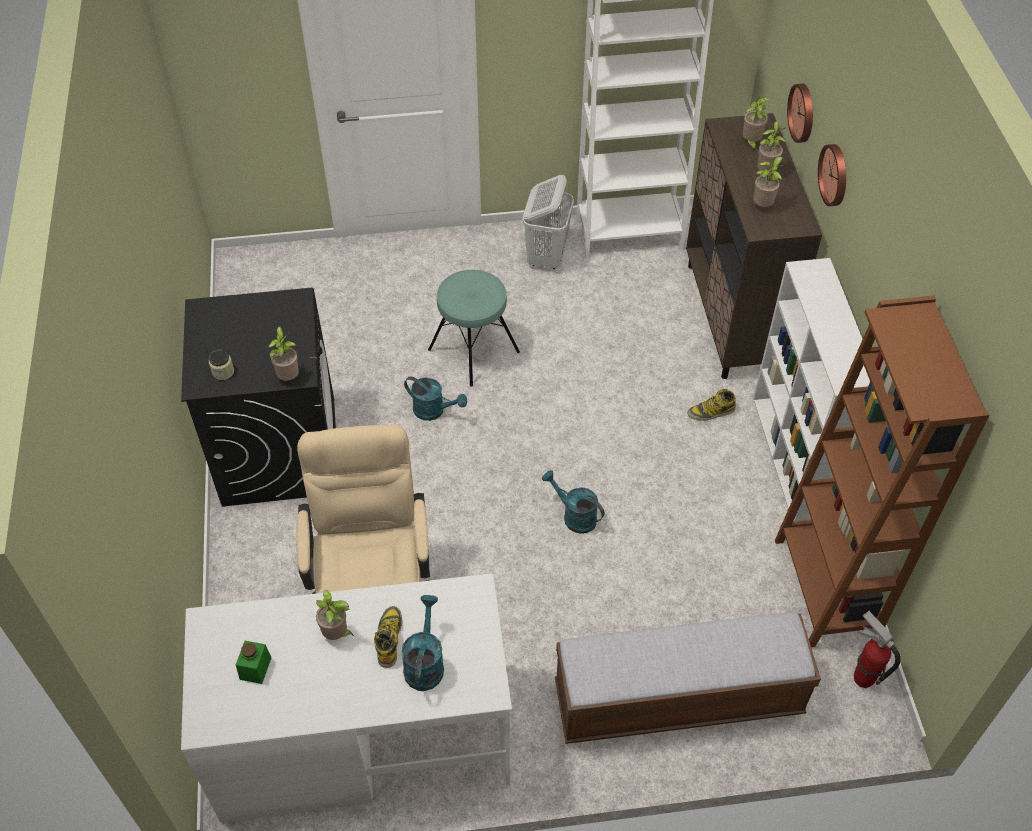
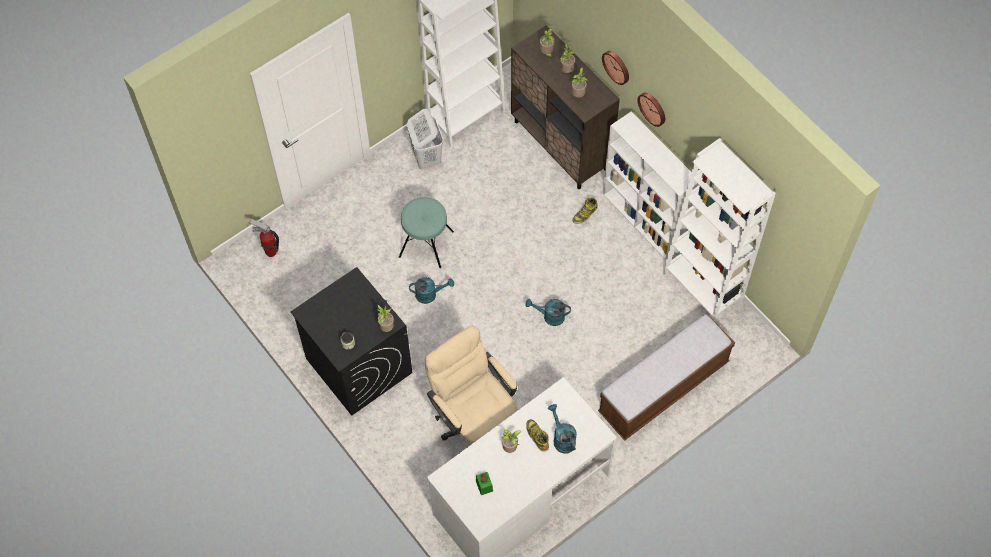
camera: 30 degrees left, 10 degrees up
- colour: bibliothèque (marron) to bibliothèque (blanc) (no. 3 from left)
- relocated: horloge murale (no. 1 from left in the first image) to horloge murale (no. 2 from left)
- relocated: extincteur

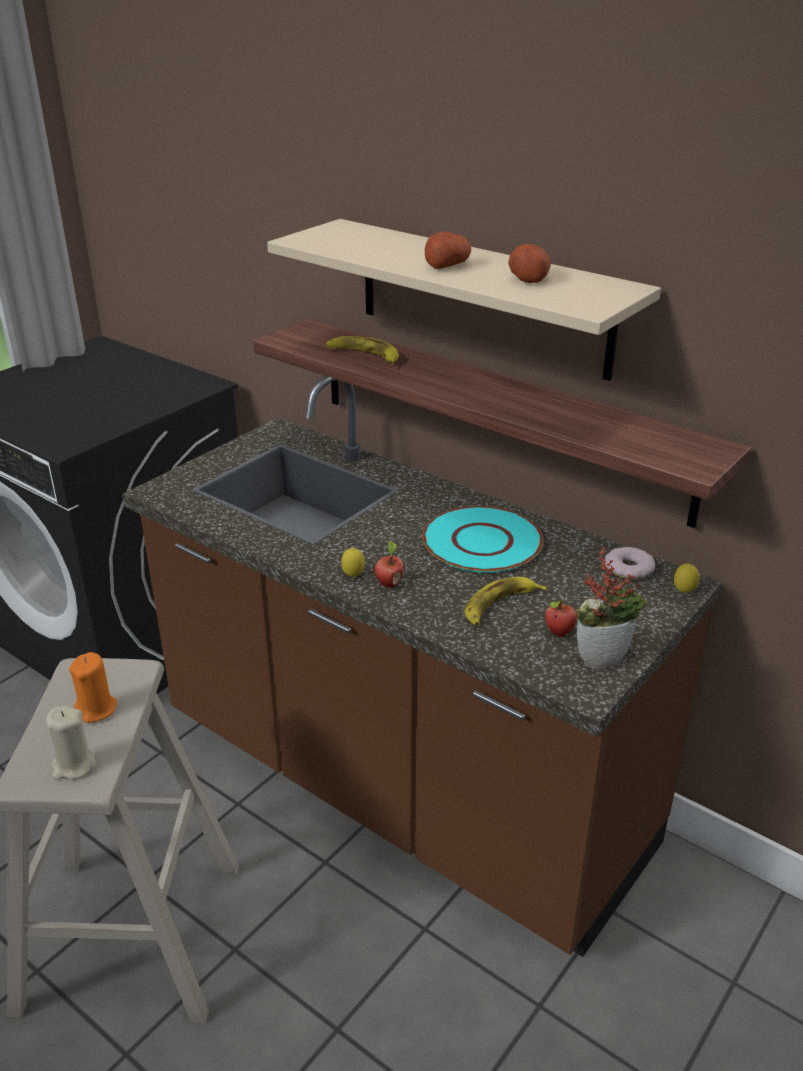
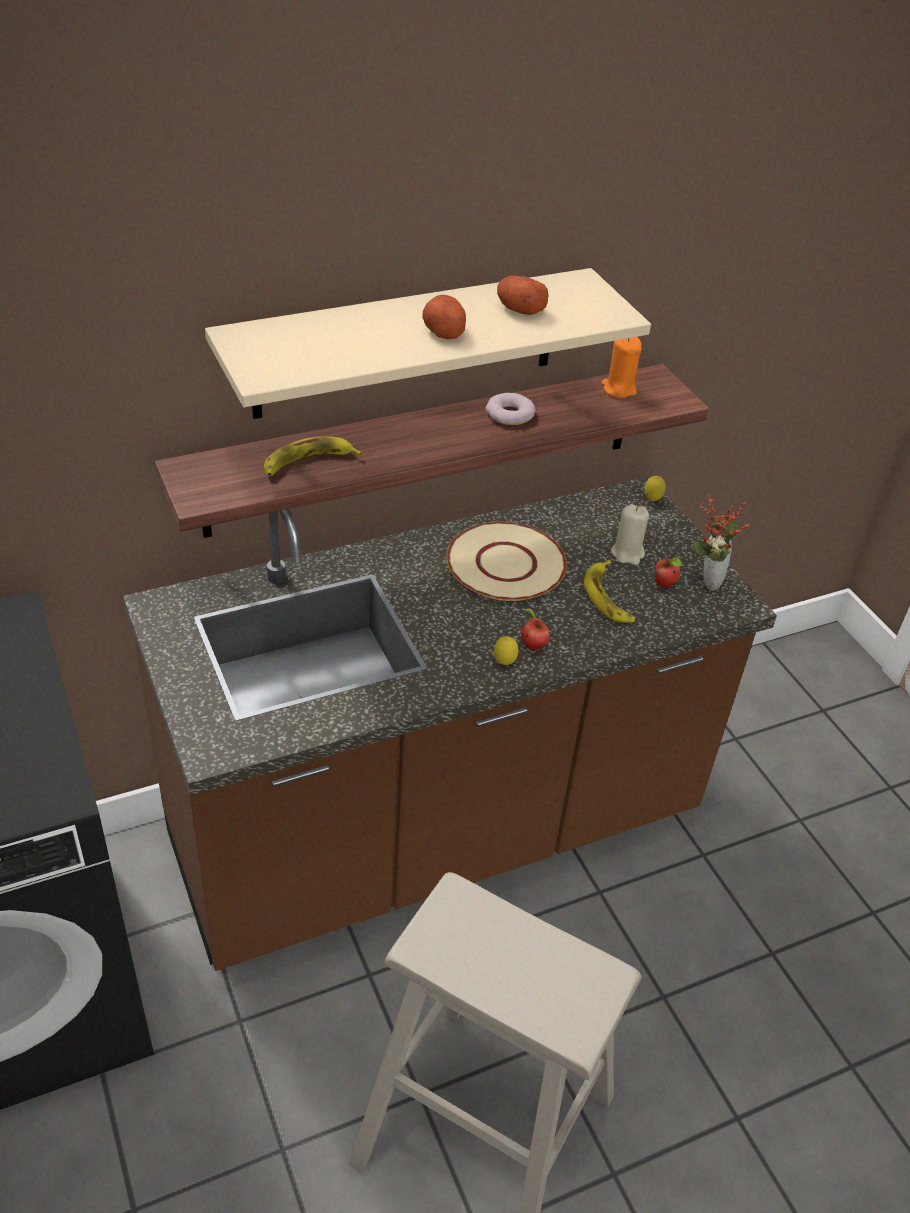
camera: 65 degrees left, 10 degrees up
- relocated: bougie (beige)
- relocated: bougie (orange)
- colour: assiette (turquoise) to assiette (beige)
- relocated: beignet

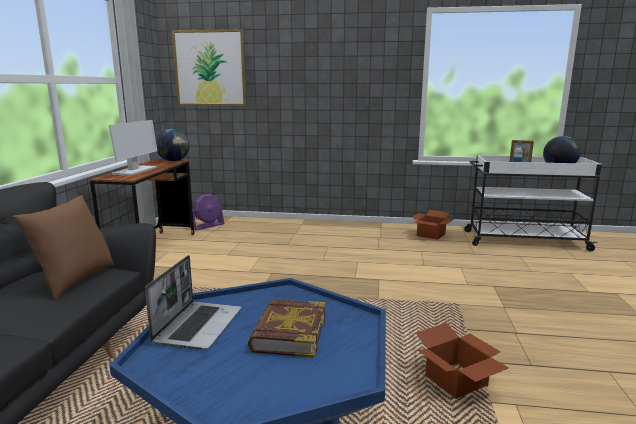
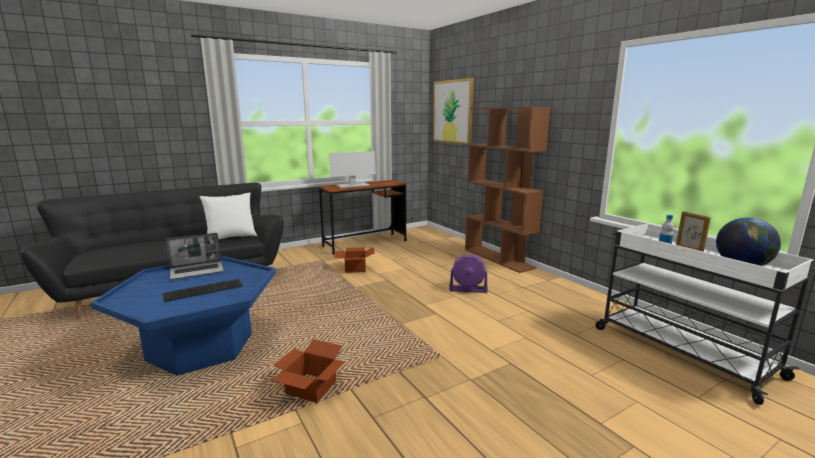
camera: 50 degrees right, 0 degrees up
- colour: coussin (marron) to coussin (blanc)
- missing: globe (no. 1 from left)
- relocated: ventilateur (violet)
- exchanged: livre to clavier
- relocated: carton (no. 1 from left in the first image) to carton (no. 2 from left)
- appeared: bibliothèque (marron)

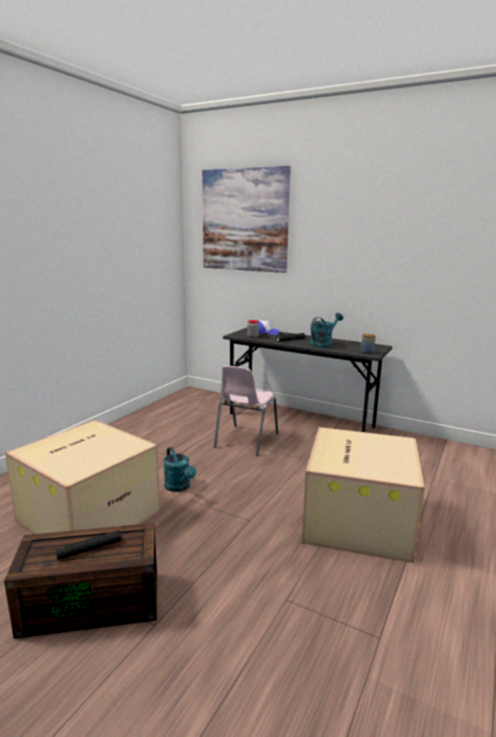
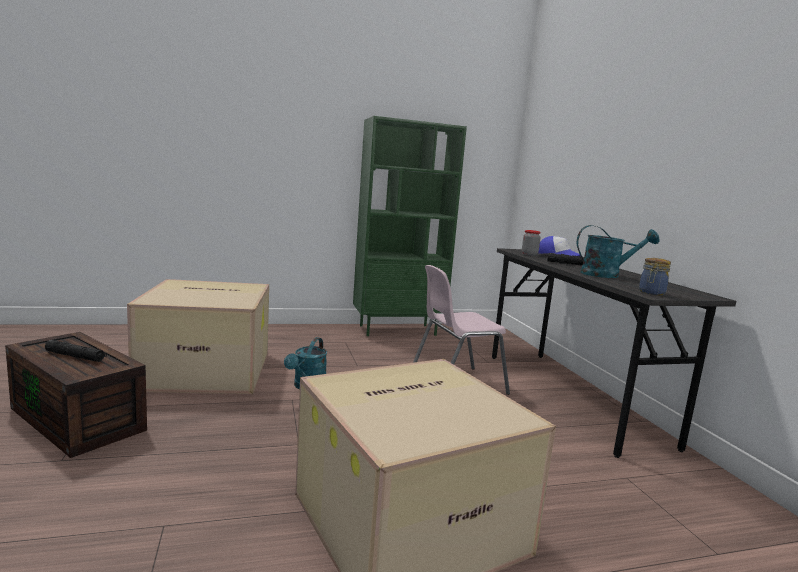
camera: 45 degrees right, 5 degrees down
- missing: tableau
- appeared: bibliothèque (vert)

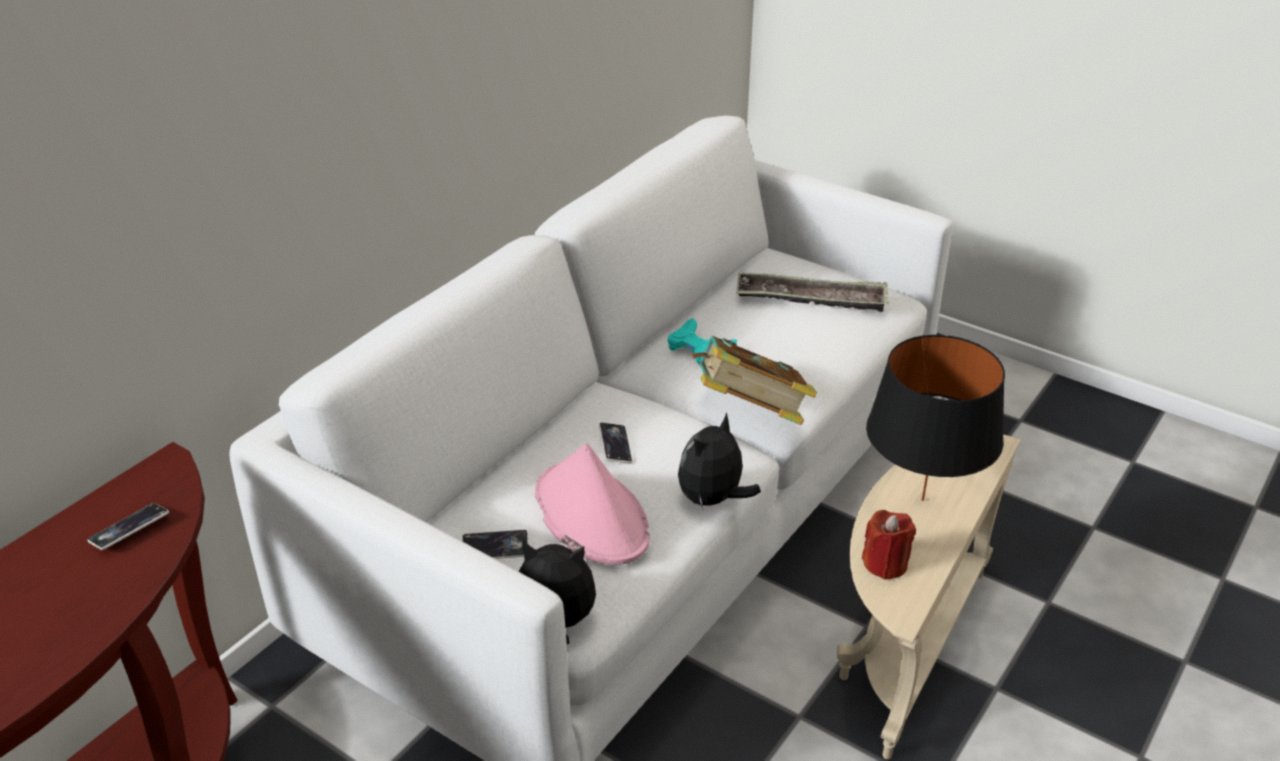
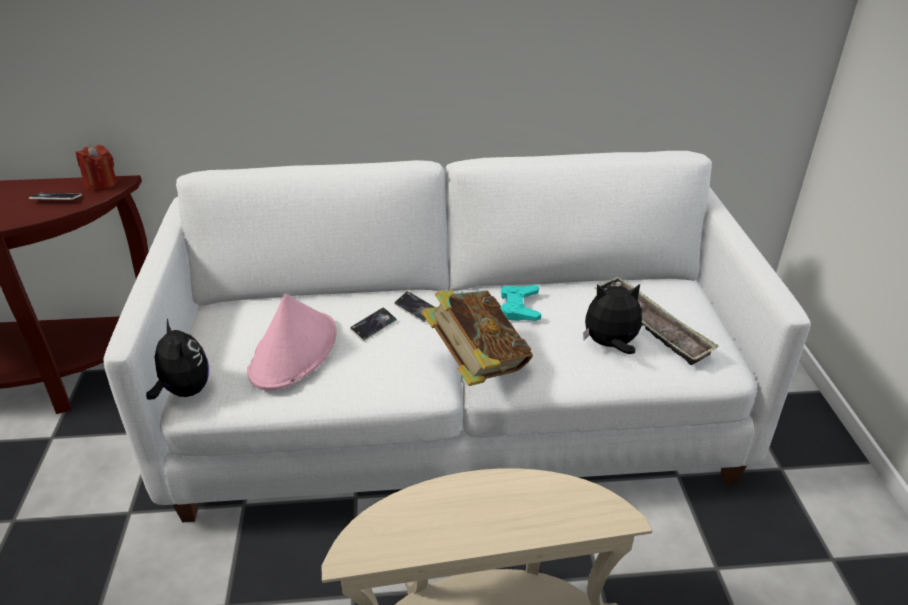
camera: 50 degrees right, 0 degrees up
- relocated: téléphone (no. 2 from left in the first image) to téléphone (no. 3 from left)
- relocated: peluche (no. 2 from left)
- relocated: bougie (rouge)
- missing: lampe de table (noir)

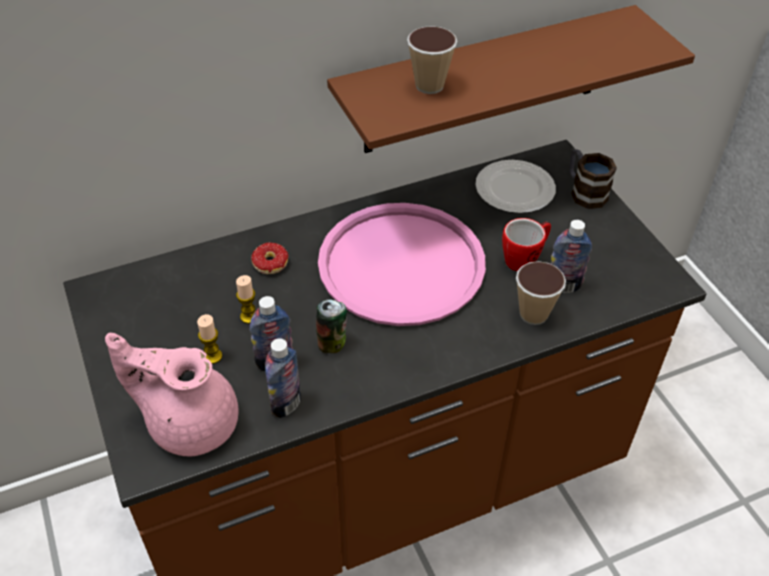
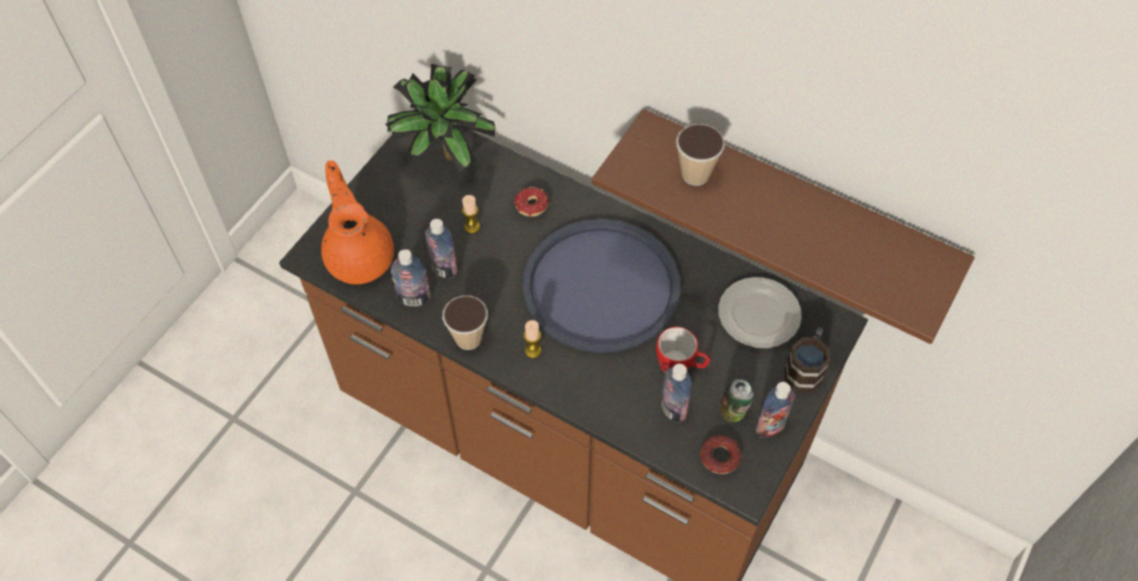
camera: 55 degrees right, 10 degrees up
- colour: théière (rose) to théière (orange)
- relocated: bougie (no. 1 from left in the first image) to bougie (no. 2 from left)
- relocated: boîte métallique
- colour: plateau (rose) to plateau (bleu)
- relocated: tasse (no. 2 from left in the first image) to tasse (no. 1 from left)
- appeared: plante en pot
- appeared: beignet (no. 2 from left)
- appeared: bouteille (no. 4 from left)

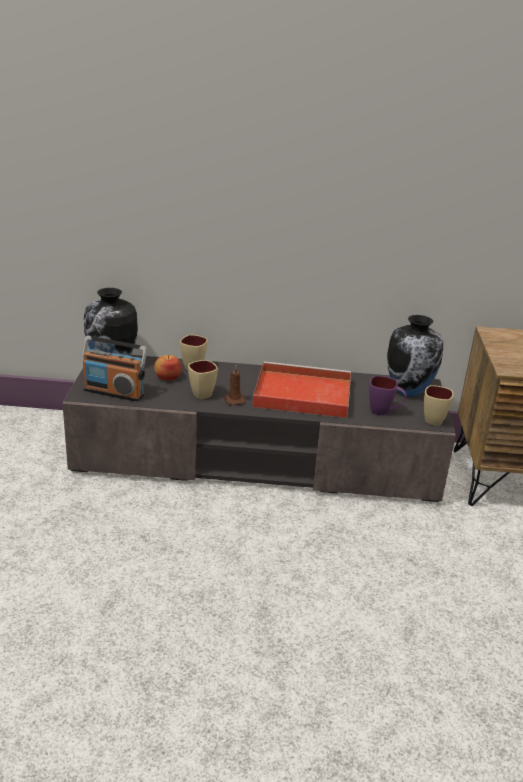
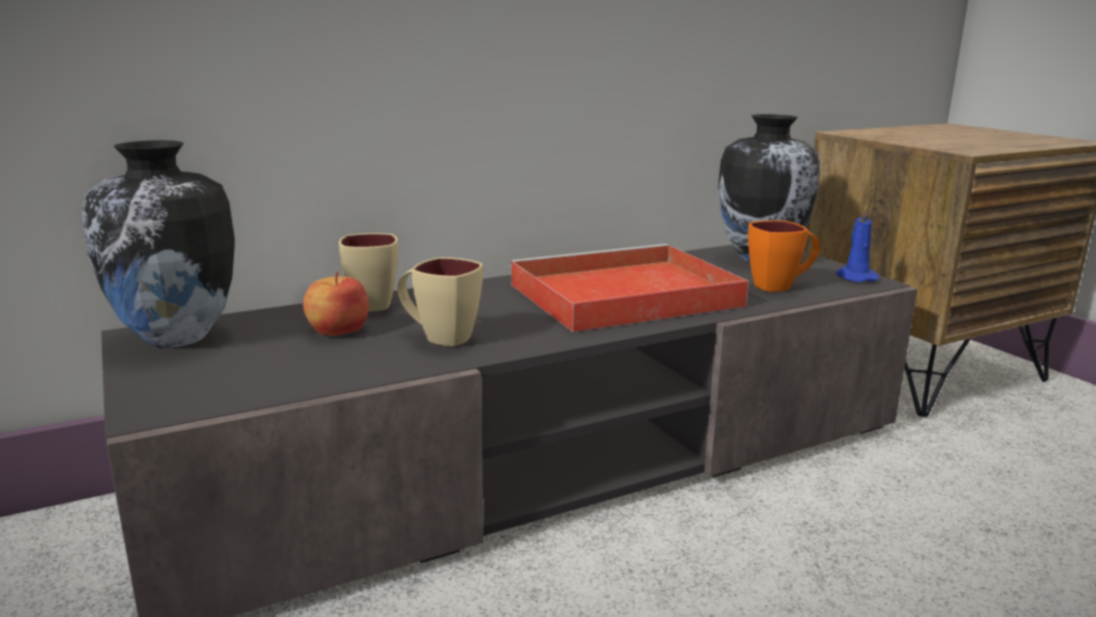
camera: 30 degrees left, 10 degrees down
- missing: radio
- missing: bougie (marron)
- colour: mug (violet) to mug (orange)
- exchanged: mug (beige) (no. 3 from left) to bougie (bleu)

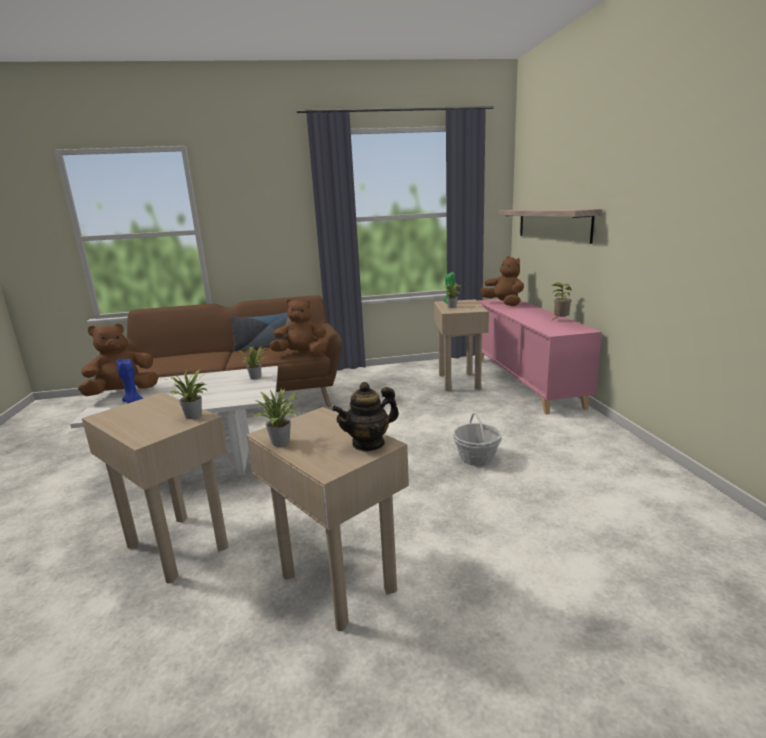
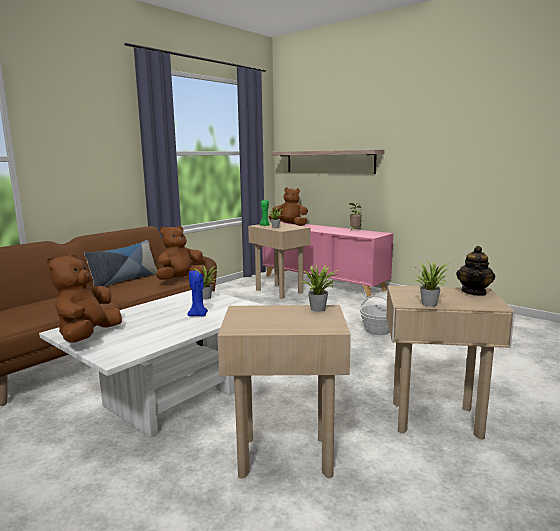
camera: 40 degrees left, 5 degrees down
- relocated: bougie (bleu)

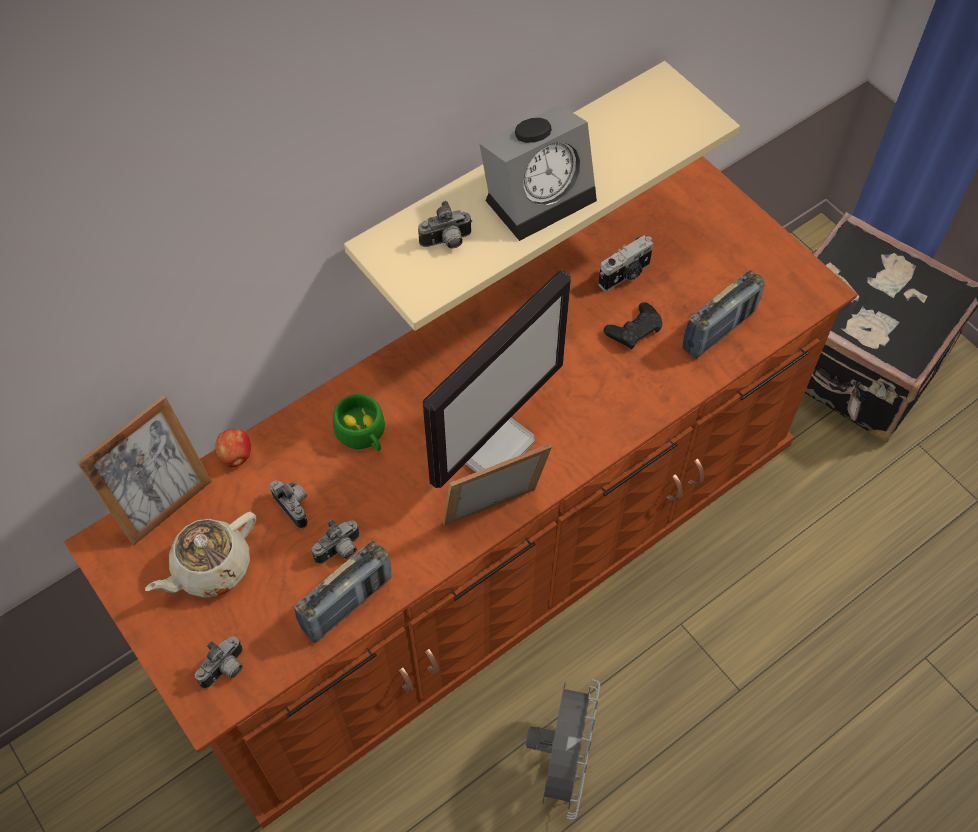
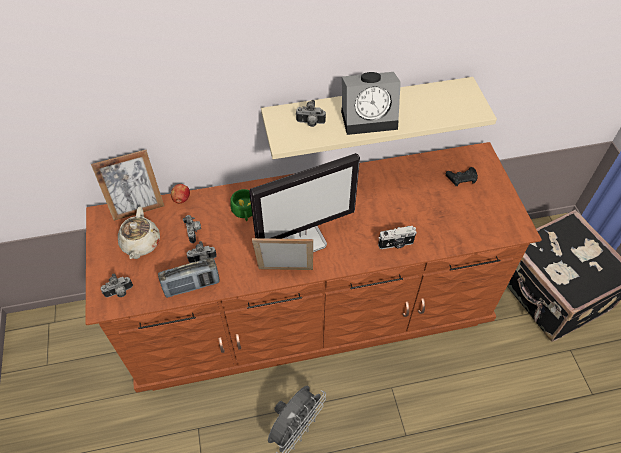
camera: 25 degrees right, 5 degrees down
- spun: théière (beige) 75 degrees counterclockwise
- relocated: appareil photo (no. 5 from left)
- relocated: manette (noir)
- missing: radio (no. 2 from left)

